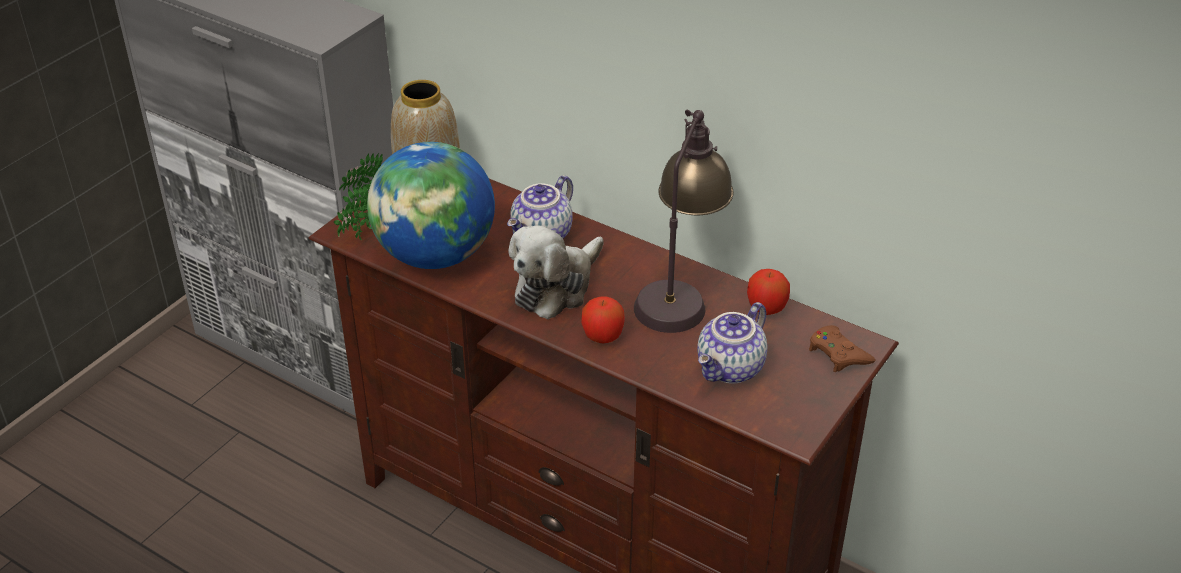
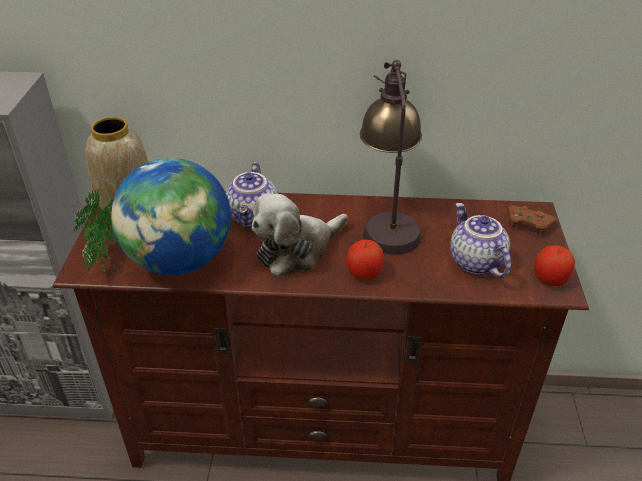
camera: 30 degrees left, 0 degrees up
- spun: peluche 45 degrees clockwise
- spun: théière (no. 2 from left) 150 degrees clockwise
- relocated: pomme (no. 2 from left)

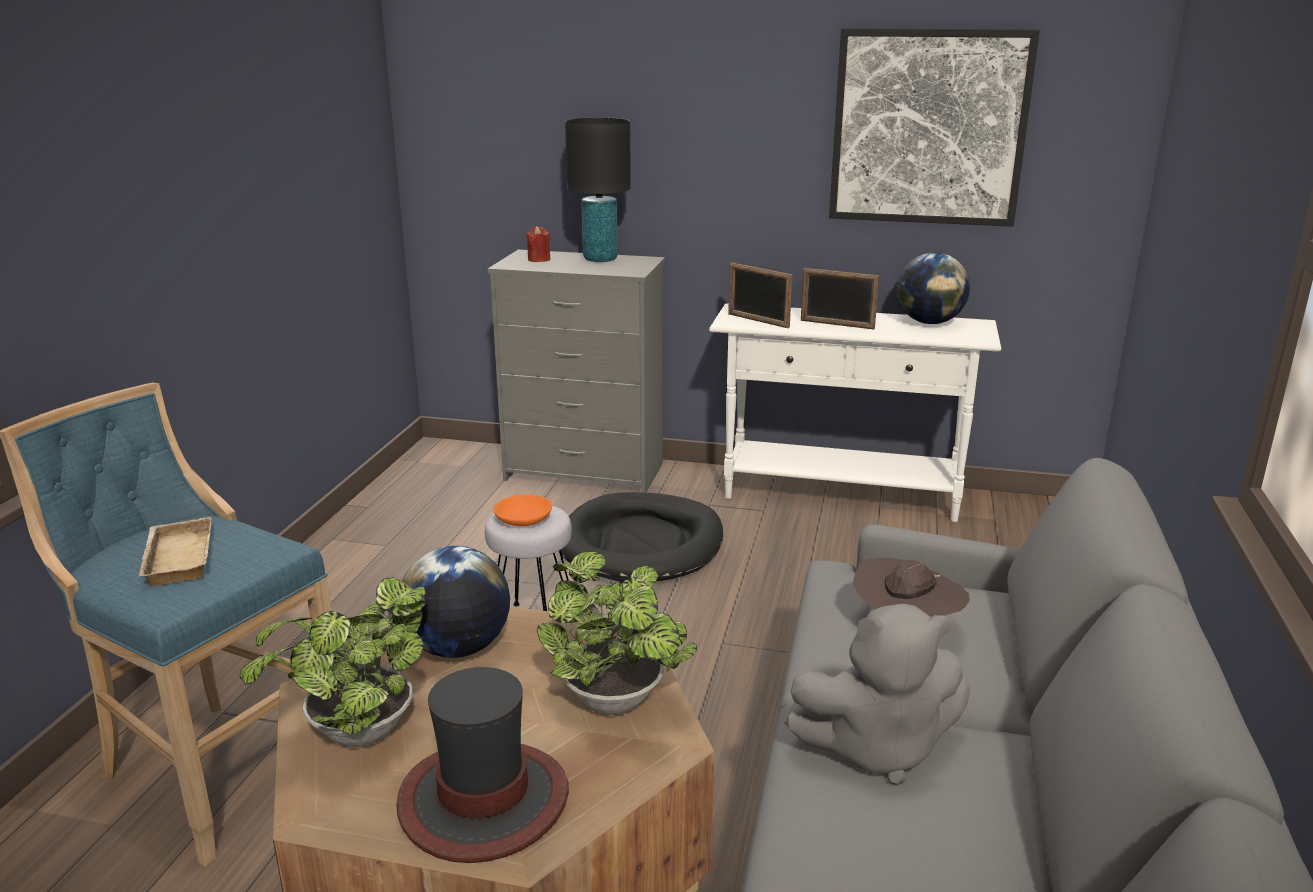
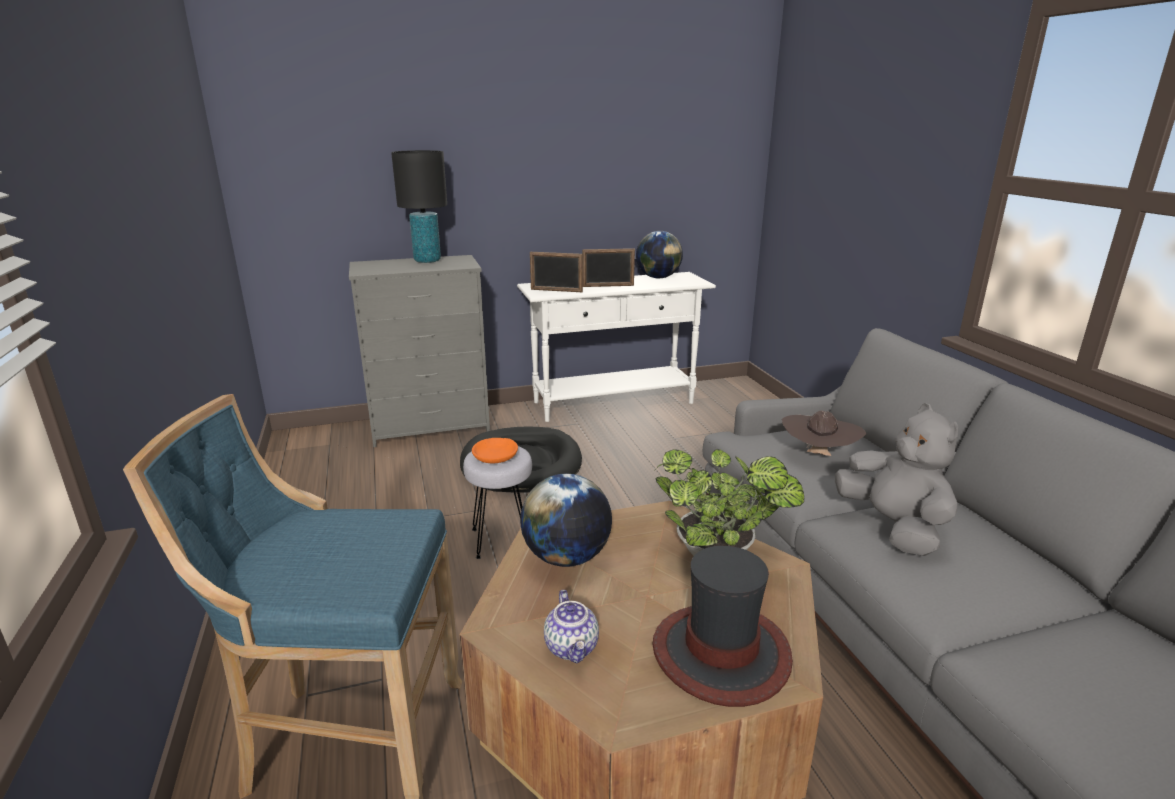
camera: 30 degrees left, 0 degrees up
- missing: plateau (beige)
- exchanged: plante en pot (no. 1 from left) to théière
- missing: bougie (rouge)
- spun: peluche (gris) 75 degrees counterclockwise
- missing: tableau

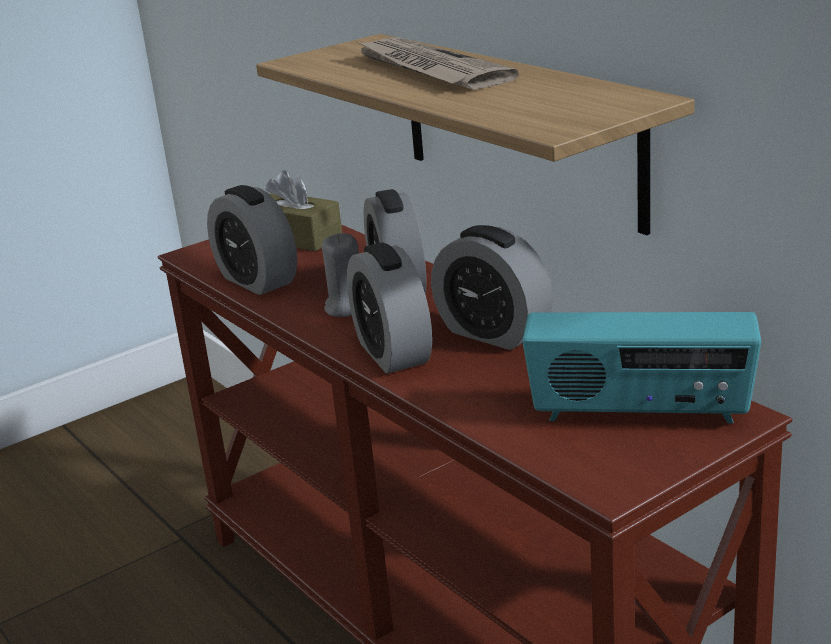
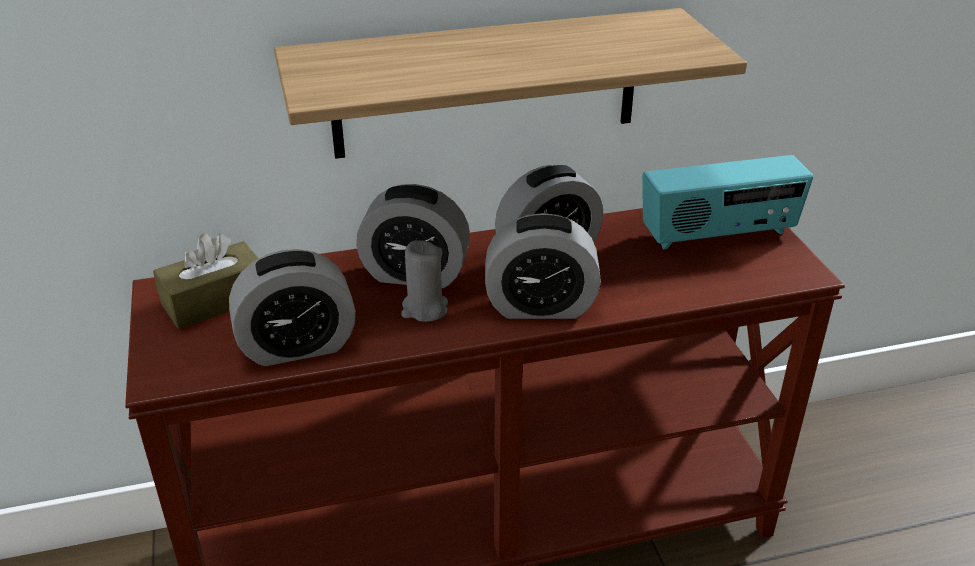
camera: 70 degrees left, 10 degrees up
- missing: journal
- spun: radio 45 degrees clockwise

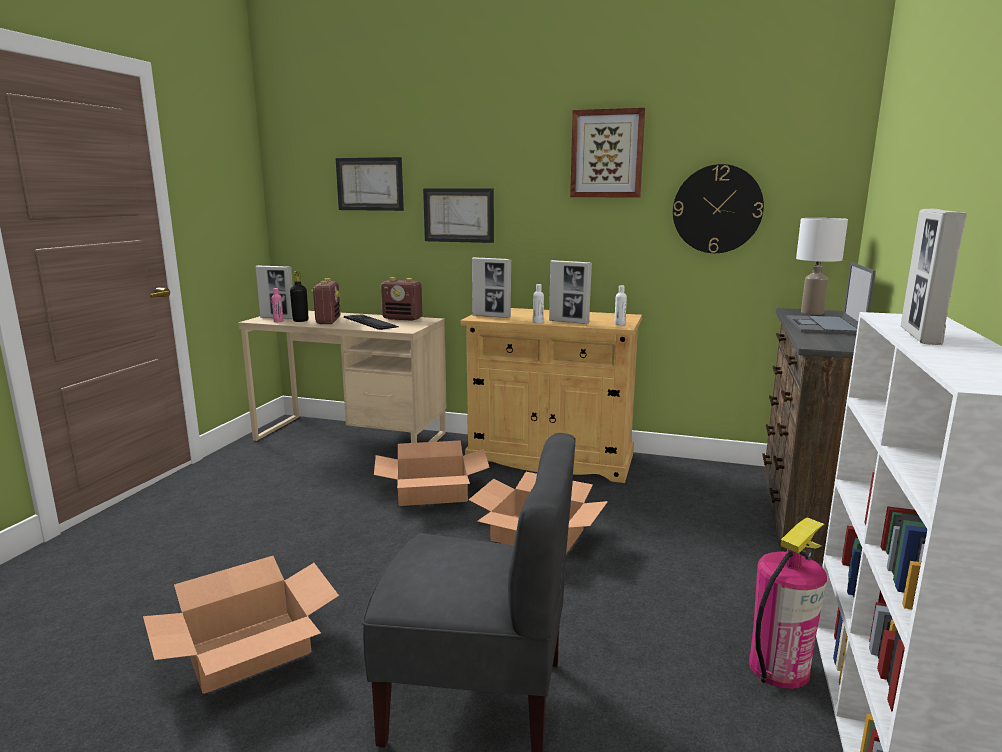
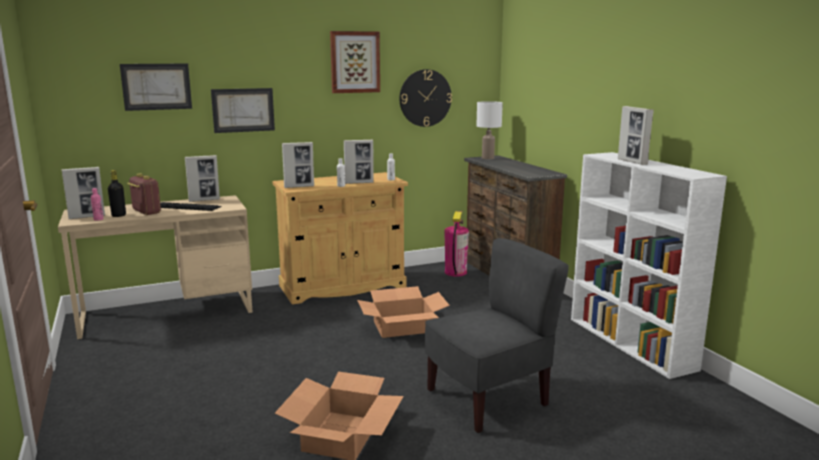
camera: 40 degrees left, 0 degrees up
- missing: carton (no. 2 from left)
- exchanged: radio (no. 2 from left) to cadre photo (no. 2 from left)
- relocated: extincteur
- missing: ordinateur portable

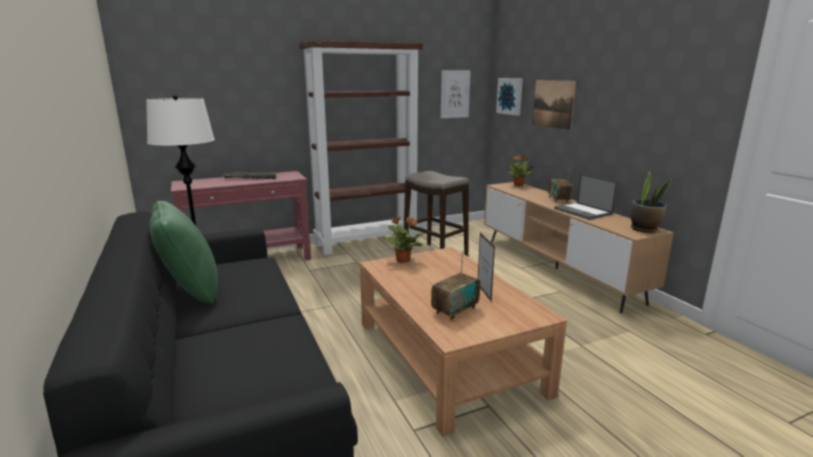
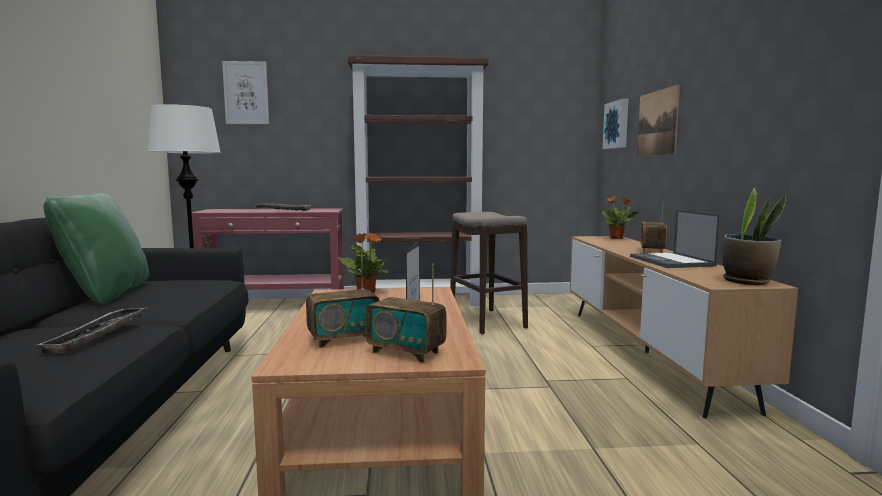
camera: 20 degrees right, 10 degrees down
- relocated: tableau (no. 1 from left)
- appeared: plateau (no. 1 from left)
- appeared: radio (no. 2 from left)

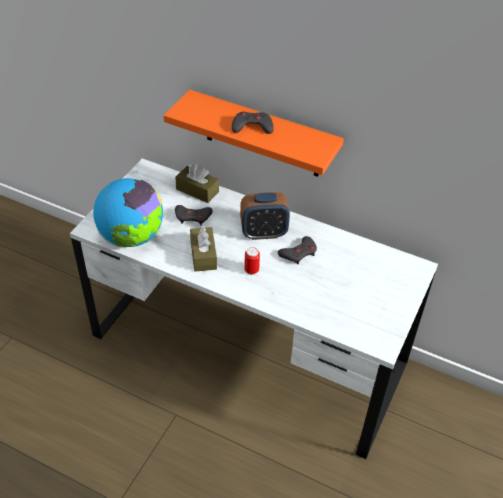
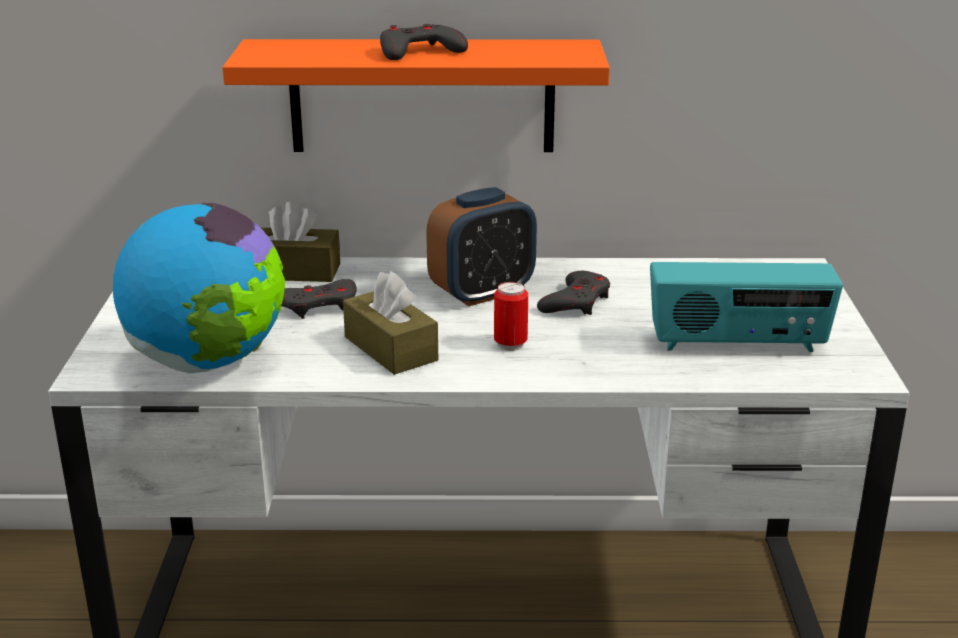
camera: 25 degrees left, 20 degrees down
- appeared: radio

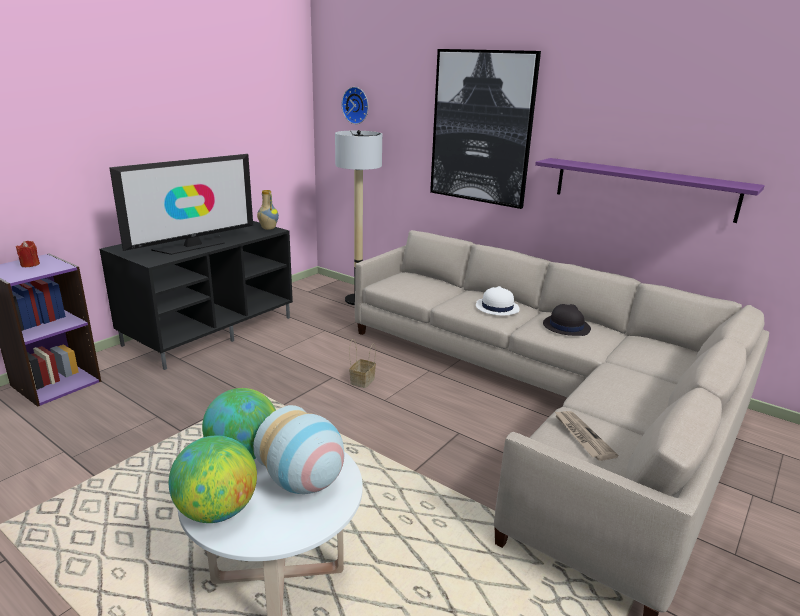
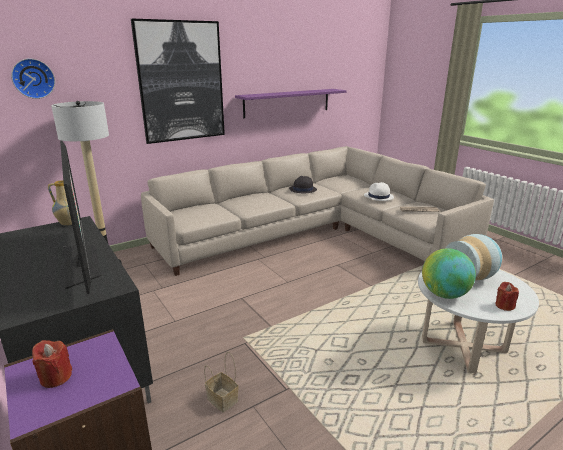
camera: 70 degrees left, 0 degrees up
- exchanged: globe (no. 1 from left) to bougie (rouge) (no. 2 from left)
- relocated: panier
- relocated: chapeau (blanc)

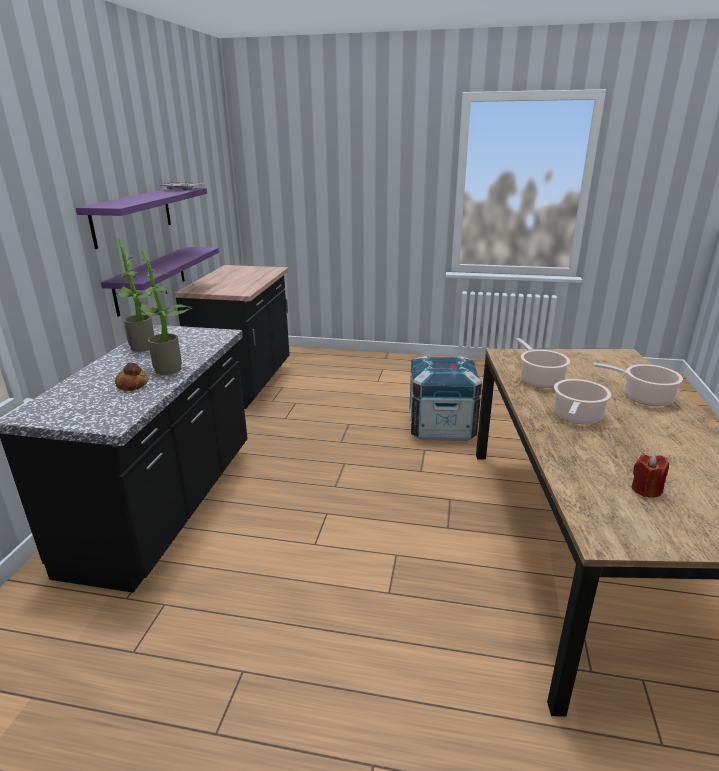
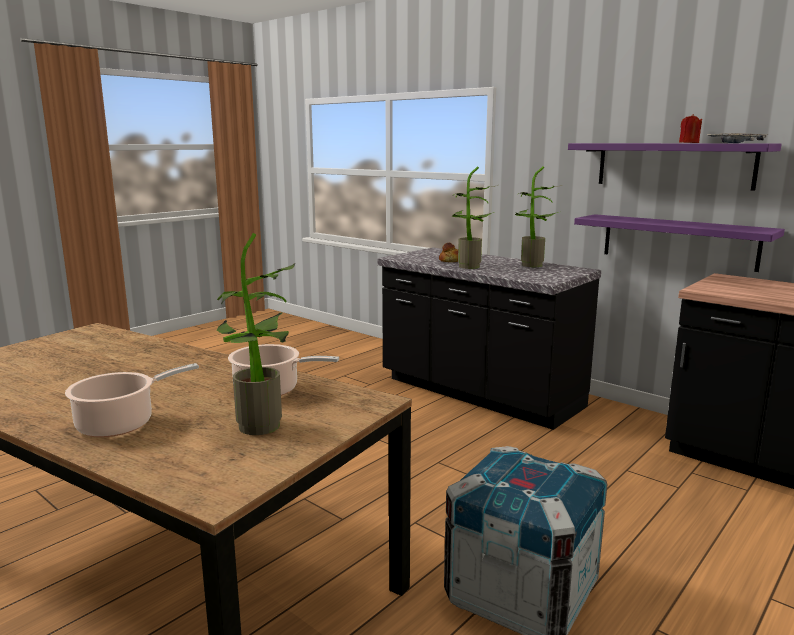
camera: 120 degrees right, 10 degrees down
- missing: marmite (no. 2 from left)
- relocated: bougie (rouge)
- appeared: plante en pot (no. 1 from left)

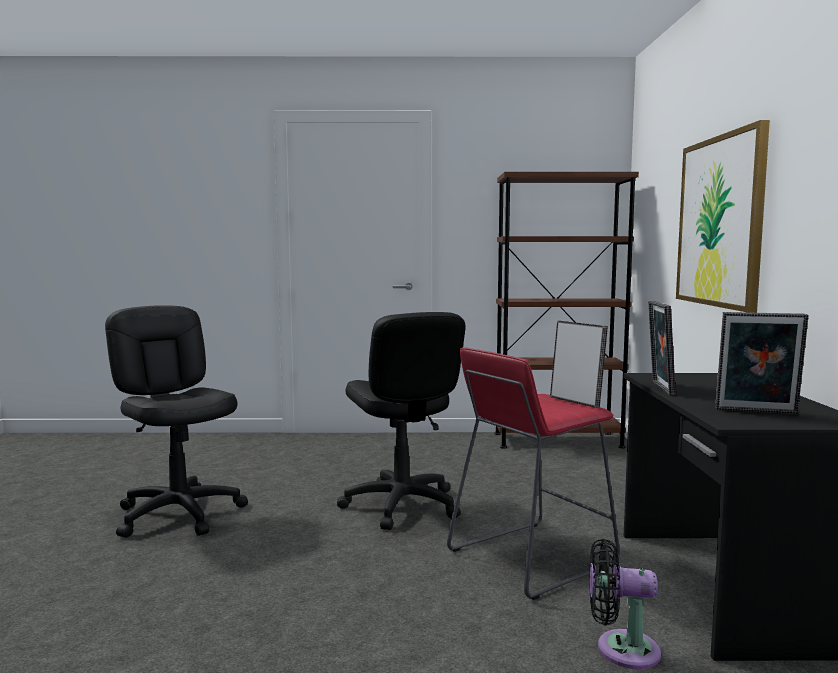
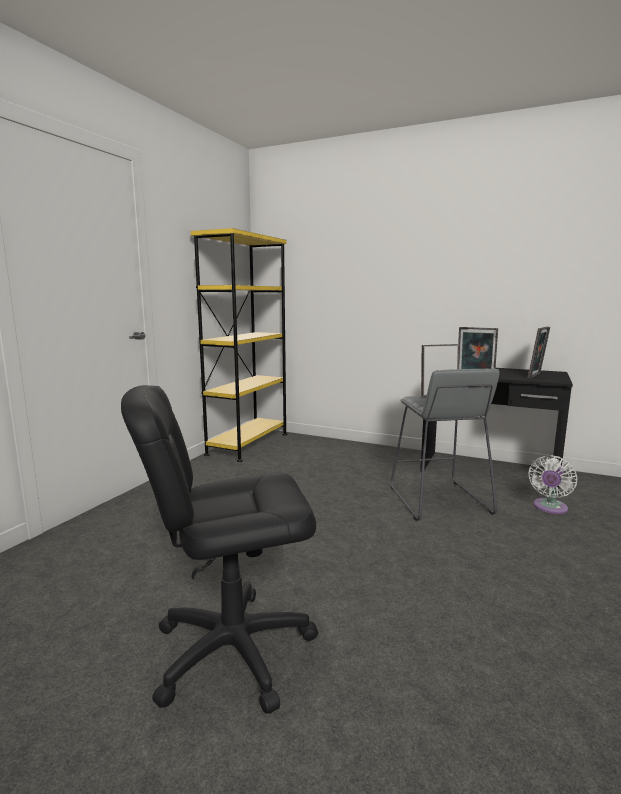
camera: 65 degrees left, 5 degrees up
- missing: chaise de bureau (noir) (no. 2 from left)
- colour: tabouret (rouge) to tabouret (gris)
- colour: bibliothèque (marron) to bibliothèque (jaune)
- colour: ventilateur (noir) to ventilateur (blanc)
- missing: tableau

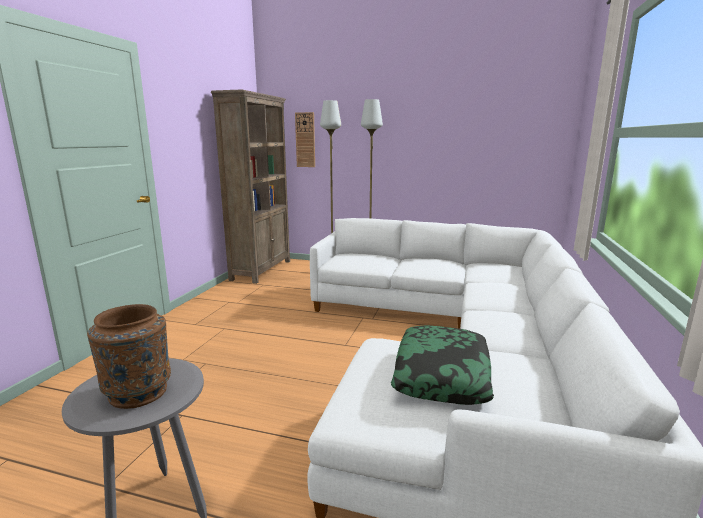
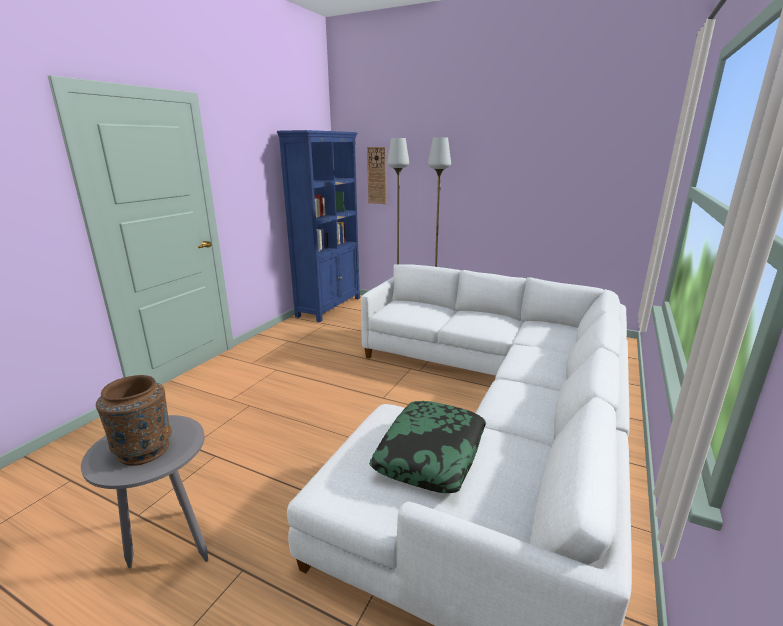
camera: 10 degrees right, 5 degrees up
- colour: bibliothèque (marron) to bibliothèque (bleu)

